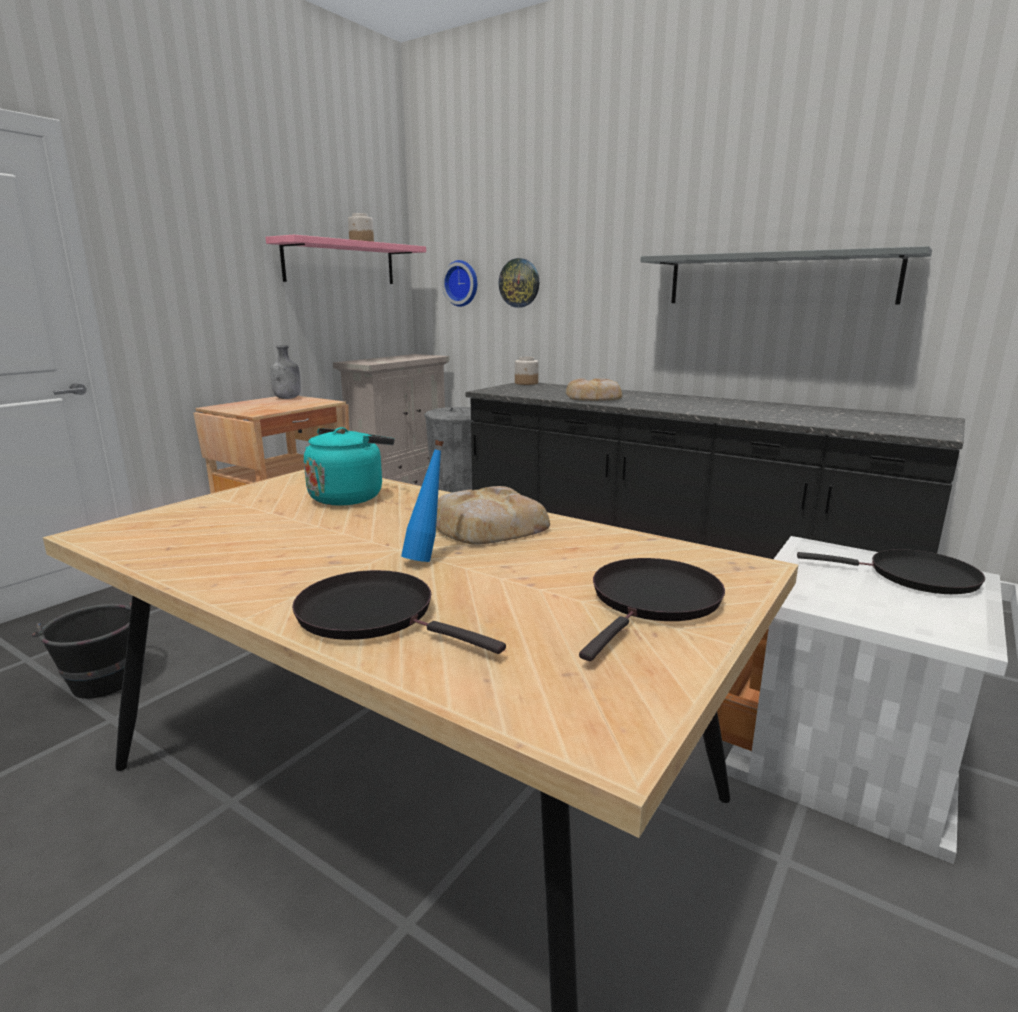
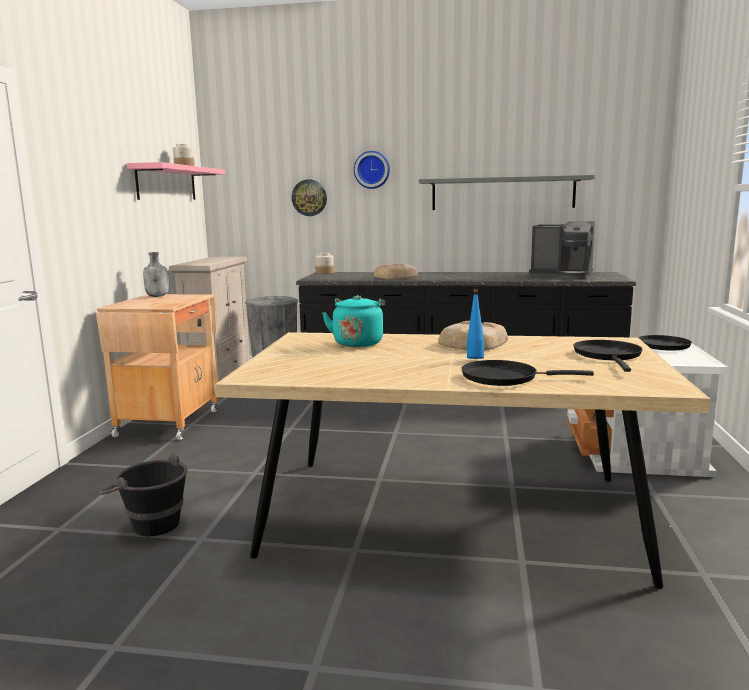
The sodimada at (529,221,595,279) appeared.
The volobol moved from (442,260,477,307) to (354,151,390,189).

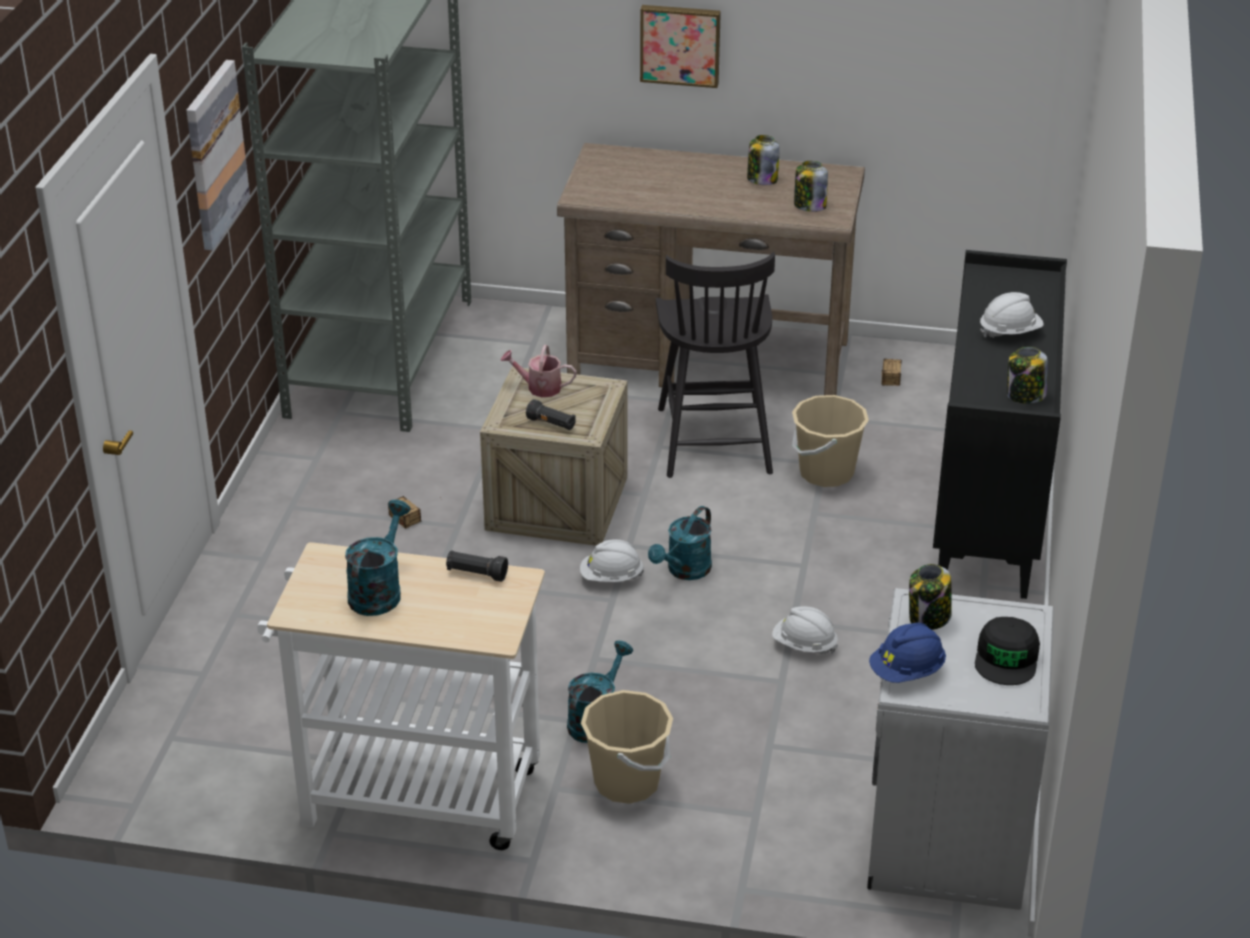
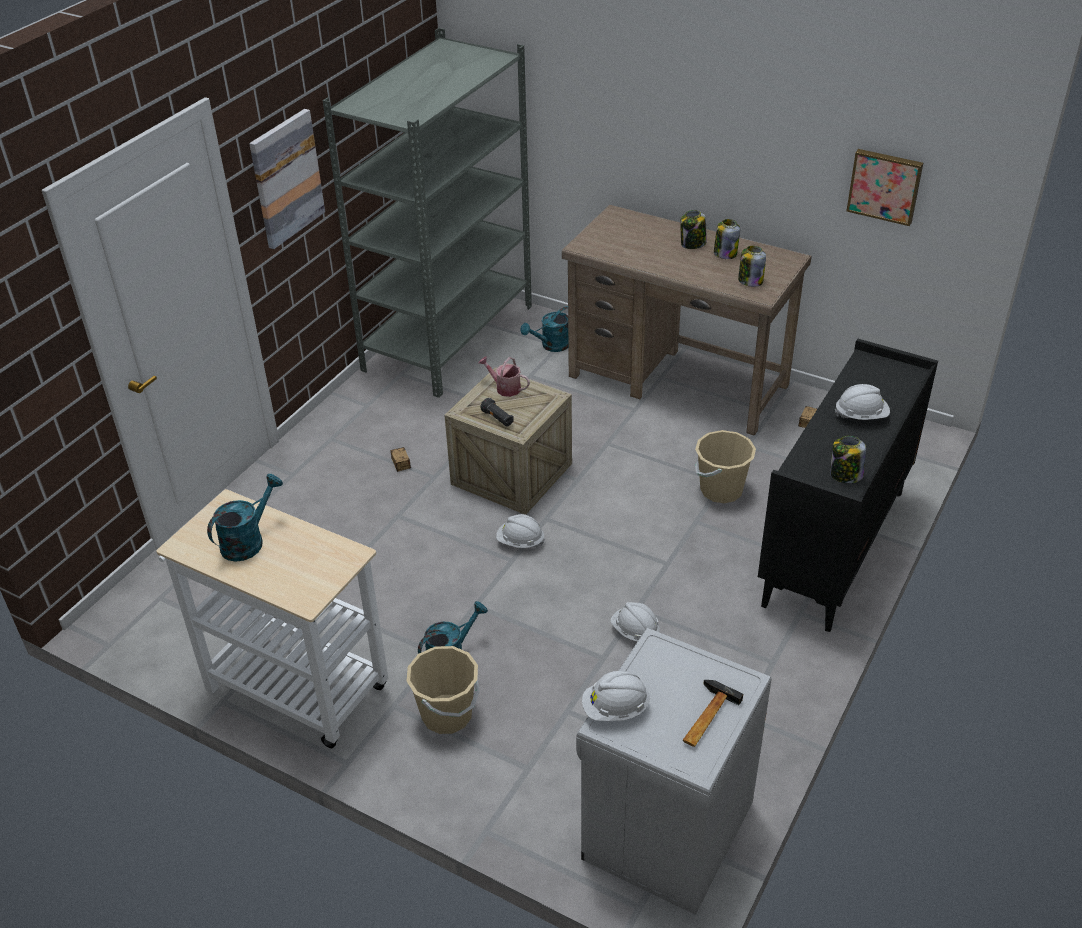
The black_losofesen at (446,550,508,582) disappeared.
The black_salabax at (656,252,775,478) disappeared.
The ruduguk moved from (640,5,721,88) to (847,149,923,226).
The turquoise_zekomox moved from (648,506,712,580) to (520,306,568,352).
The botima moved from (909,564,952,630) to (680,210,707,249).
The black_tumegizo at (975,617,1040,685) was replaced by the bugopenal at (682,680,743,747).
The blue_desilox at (869,623,946,683) became the white_desilox at (582,671,650,721).

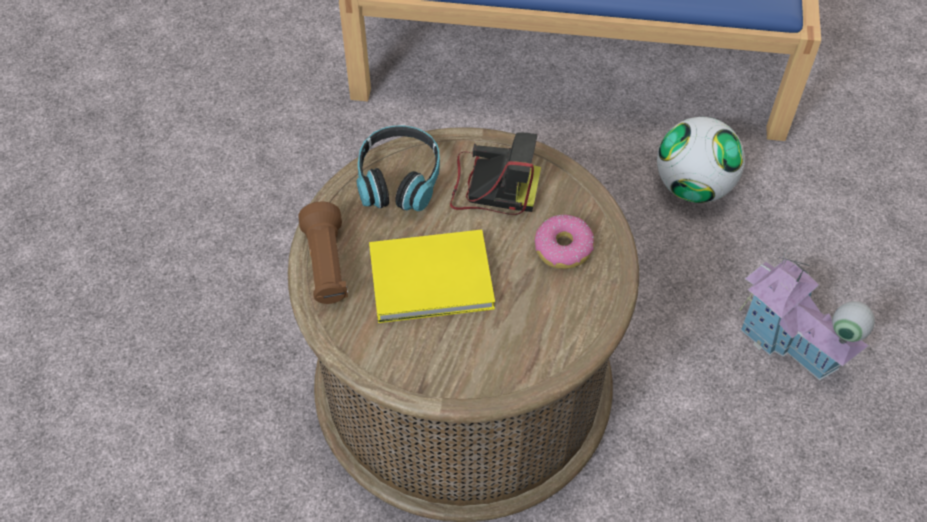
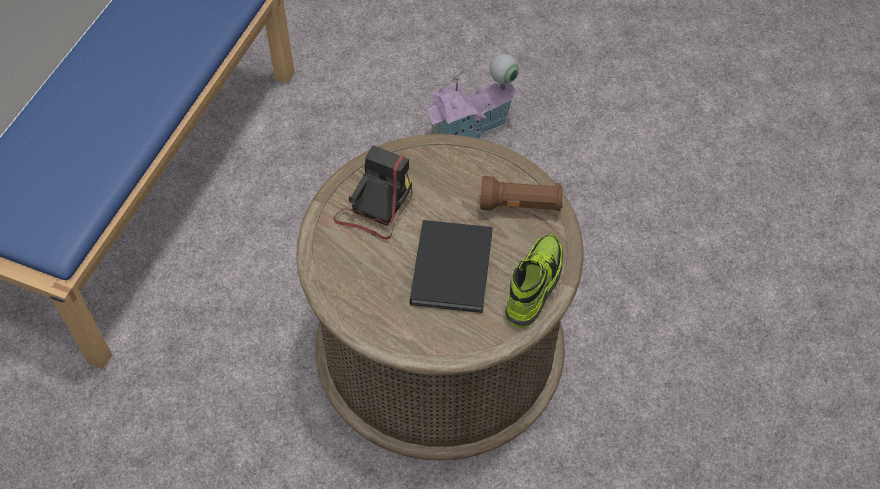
The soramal at (357,126,440,211) disappeared.
The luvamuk at (534,215,594,269) disappeared.
The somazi at (657,117,745,203) disappeared.
The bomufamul at (505,233,563,328) appeared.
The brown_losofesen moved from (298,201,348,304) to (480,176,563,211).
The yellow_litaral at (369,230,495,323) became the black_litaral at (410,220,493,313).

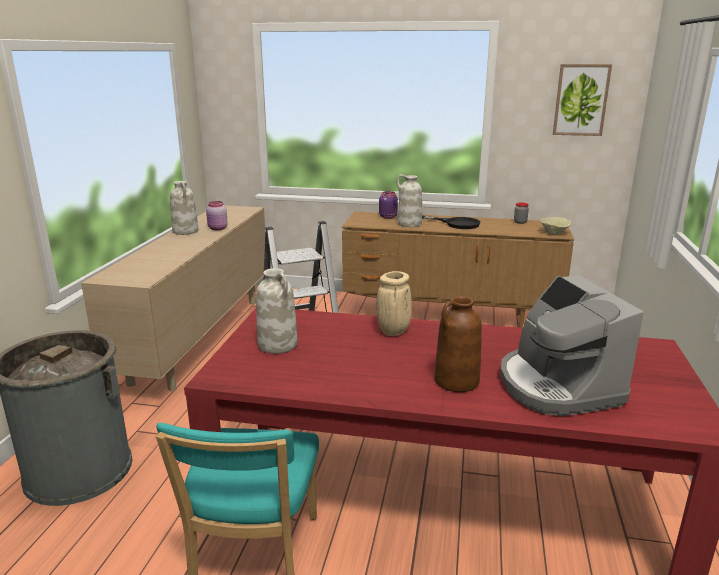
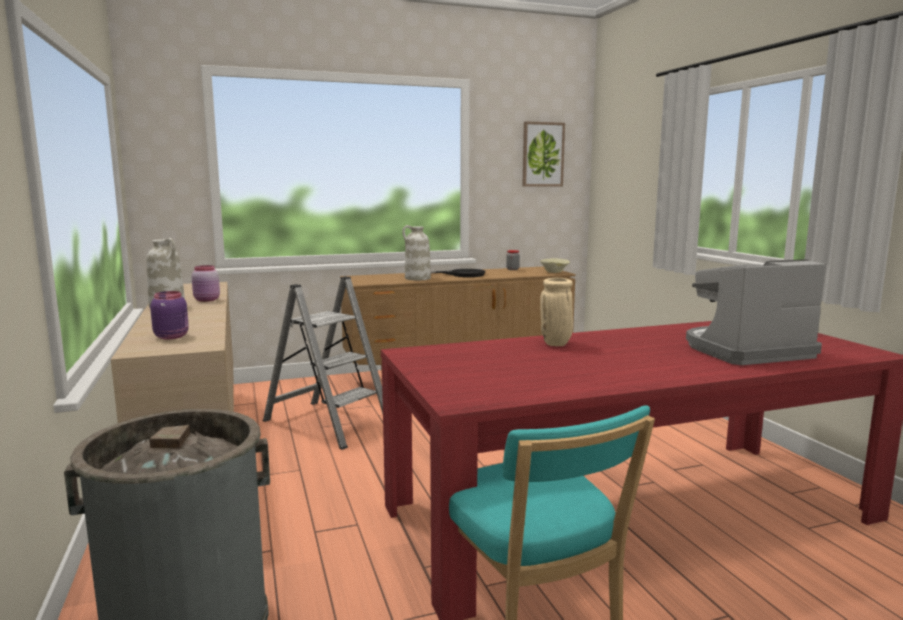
The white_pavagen at (256,268,298,354) disappeared.
The brown_pavagen at (435,296,482,392) disappeared.
The purple_botima moved from (379,191,398,219) to (150,291,189,340).
The sodimada at (500,276,644,416) turned 120 degrees clockwise.

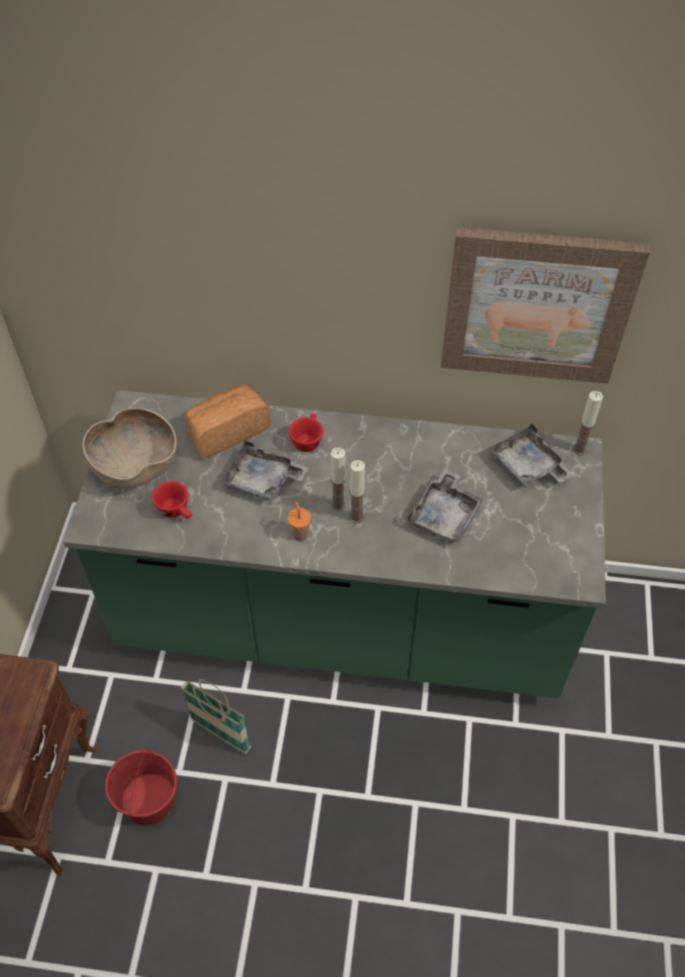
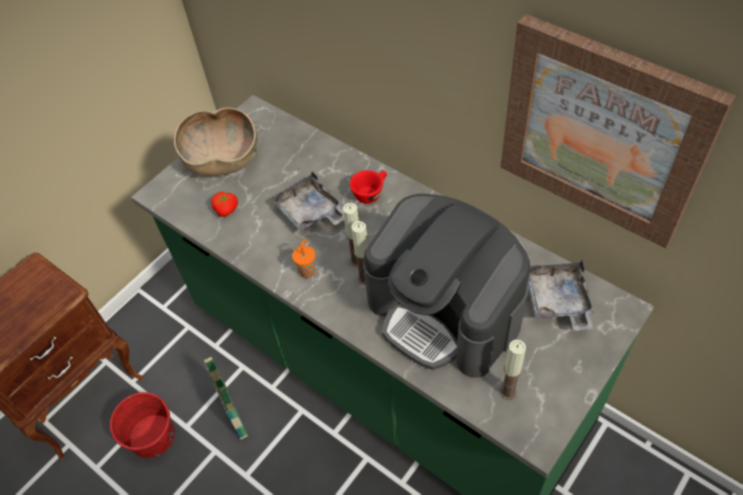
The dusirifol at (184,385,271,458) disappeared.
The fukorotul moved from (573,391,603,455) to (500,339,526,400).
The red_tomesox at (152,481,192,519) was replaced by the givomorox at (211,192,238,217).
The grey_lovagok at (407,469,484,543) was replaced by the sodimada at (363,194,530,378).

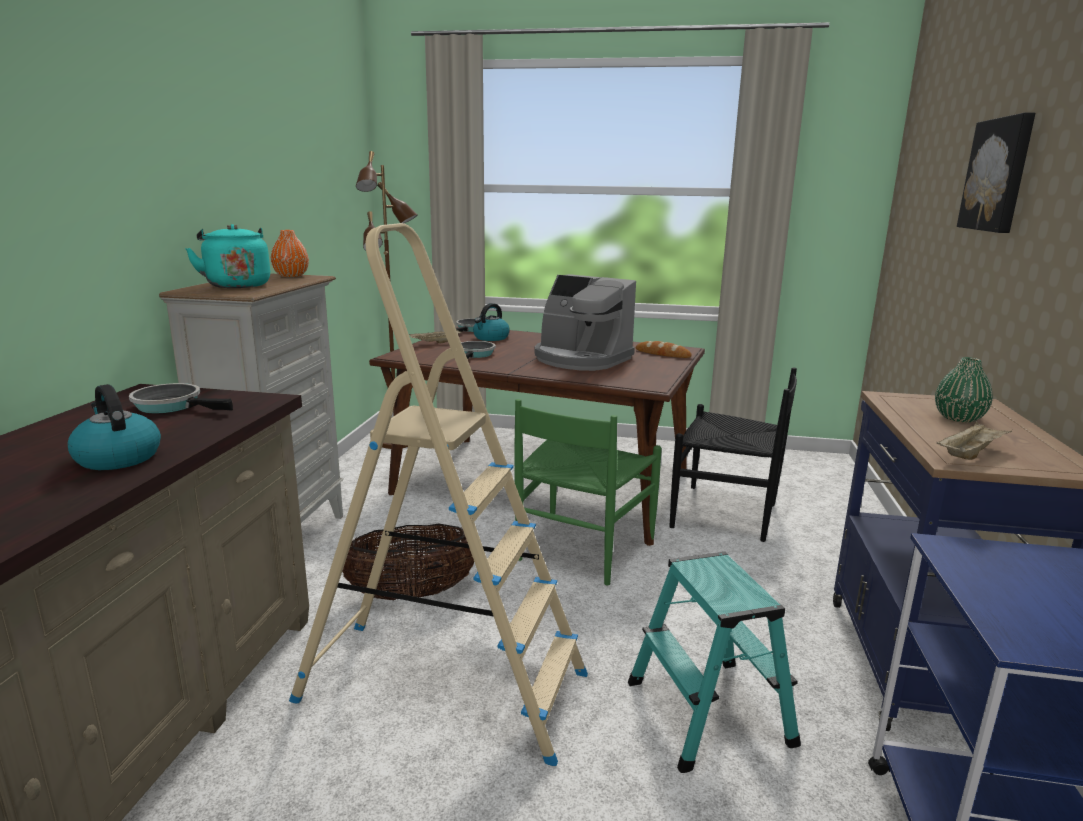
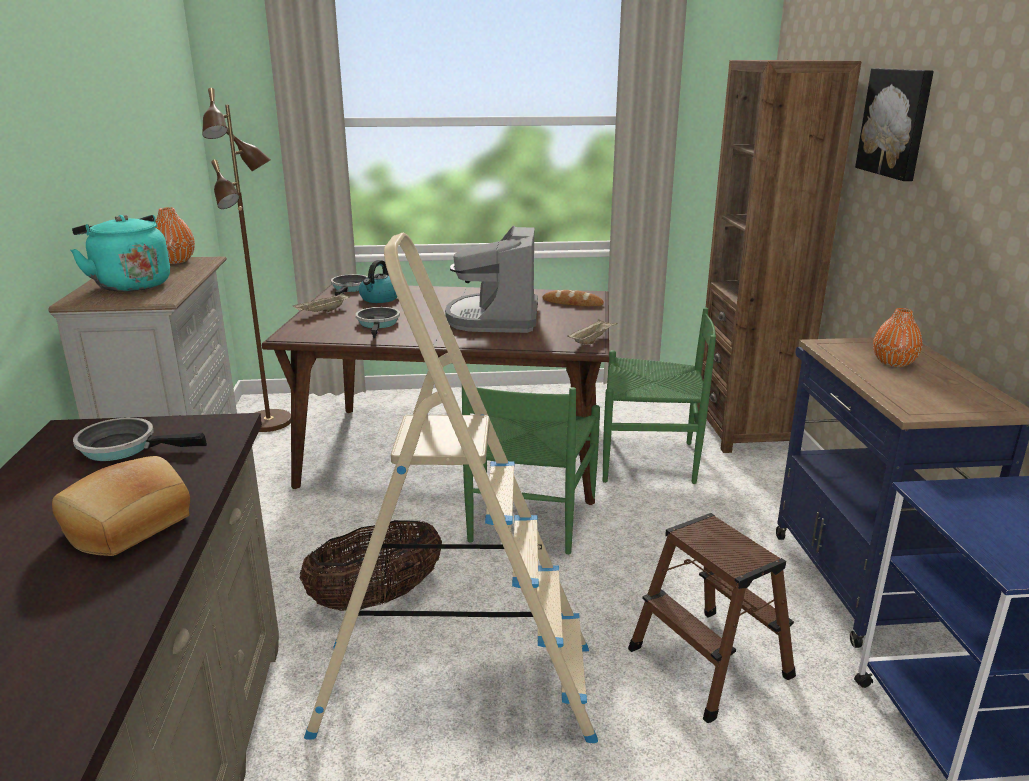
The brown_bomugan at (697,60,861,453) appeared.
The beige_lovagok moved from (936,421,1012,460) to (567,319,617,345).
The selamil at (68,384,161,470) was replaced by the dusirifol at (52,456,190,556).
The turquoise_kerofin at (628,551,801,773) became the brown_kerofin at (628,513,796,723).
The black_salabax at (669,368,797,542) became the green_salabax at (603,308,716,484).
The green_pavagen at (935,357,993,423) became the orange_pavagen at (873,308,922,367).
The sodimada at (535,274,636,371) turned 75 degrees clockwise.

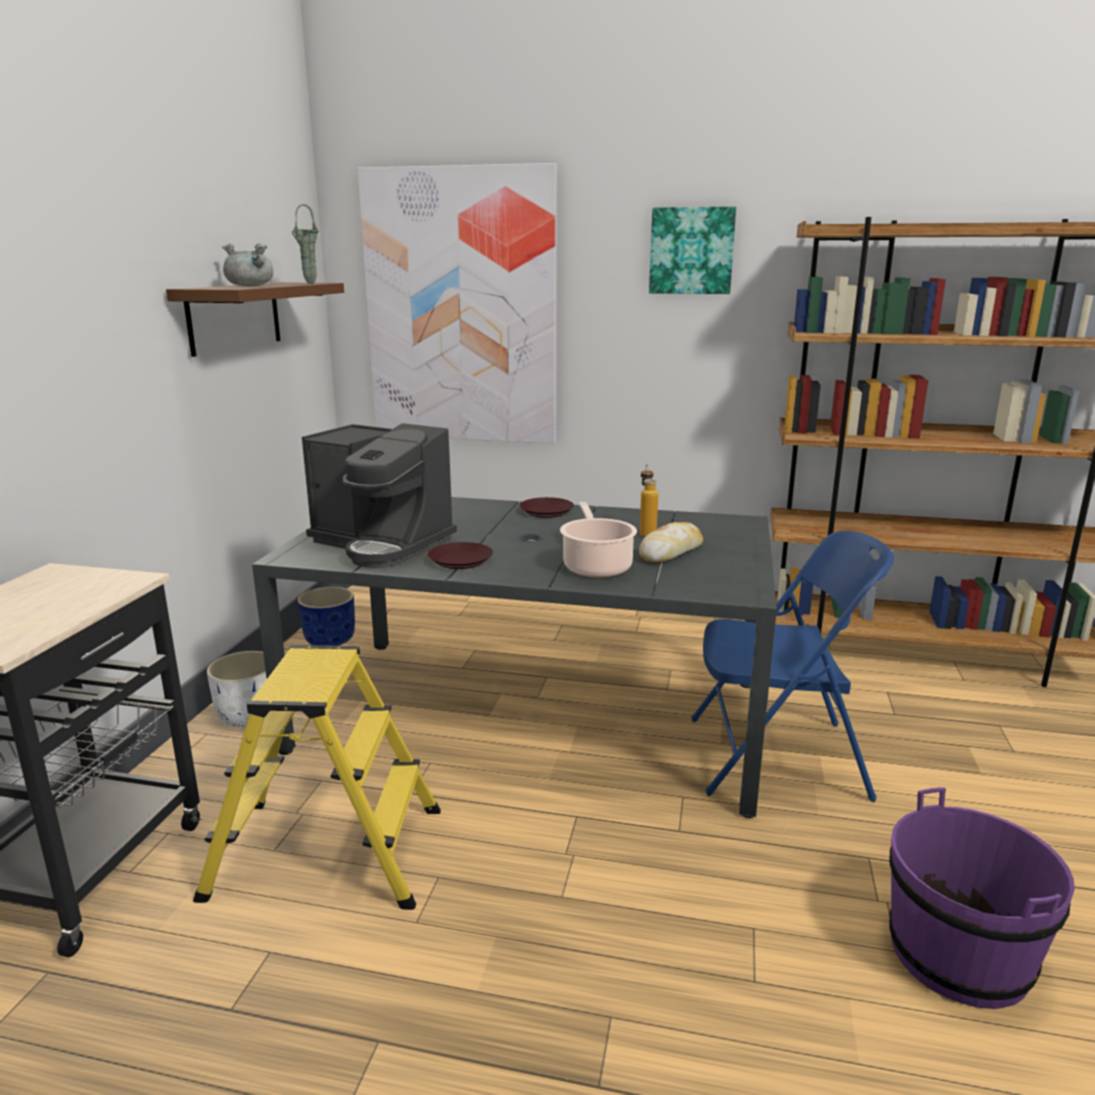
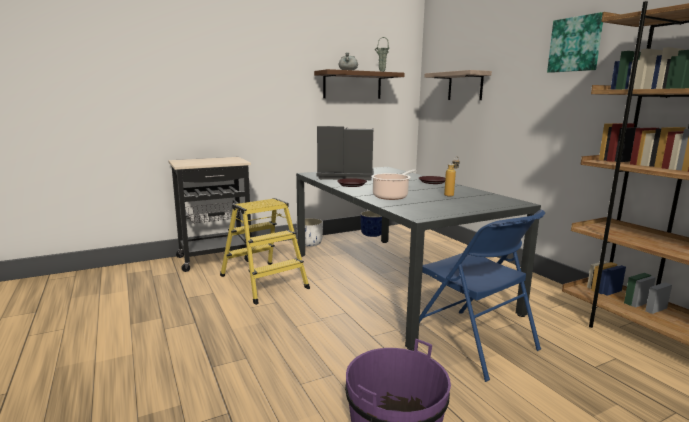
The dusirifol at (639,522,703,562) disappeared.
The ruduguk at (357,163,557,444) was replaced by the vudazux at (425,70,492,100).
The sodimada at (302,423,457,568) turned 105 degrees clockwise.

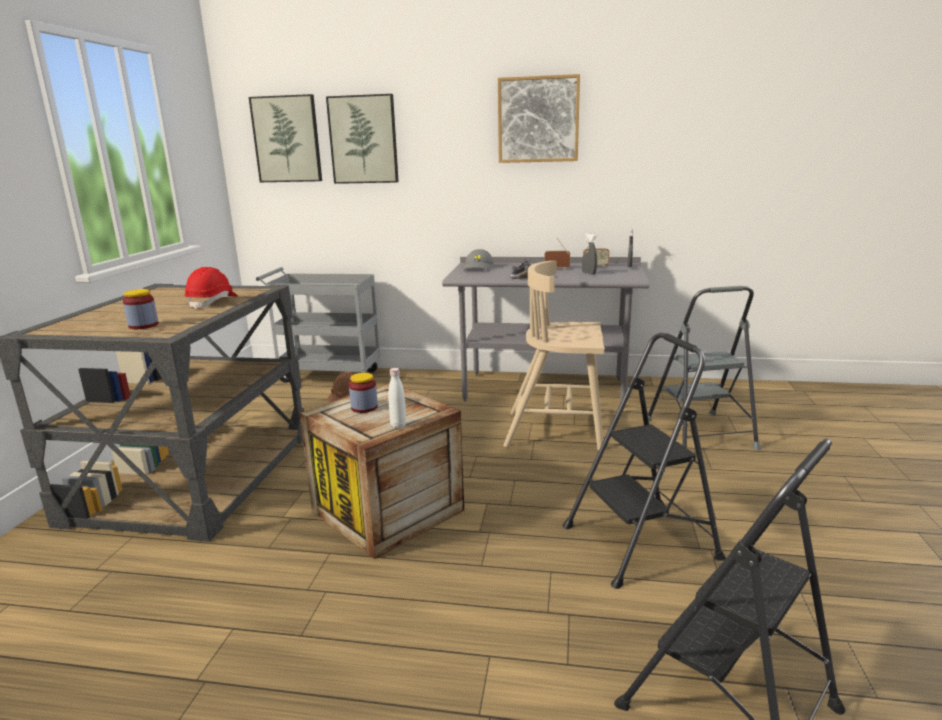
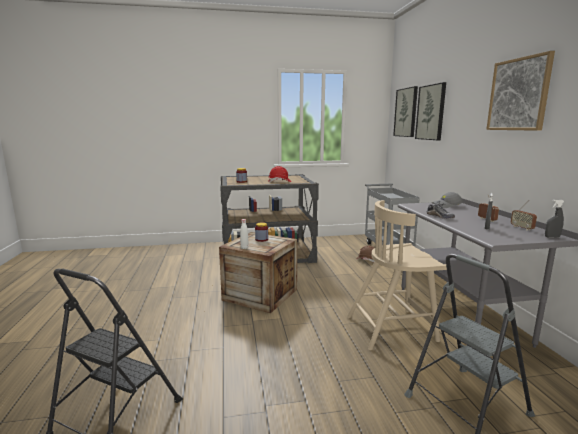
The black_kerofin at (562,333,726,589) disappeared.
The beige_salabax at (503,261,605,451) turned 90 degrees counterclockwise.

